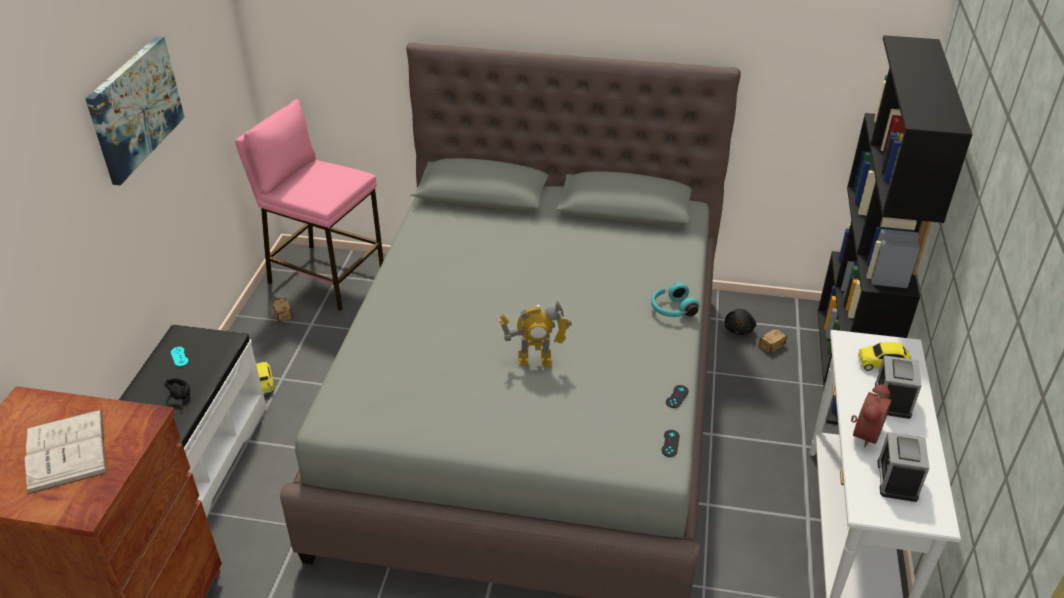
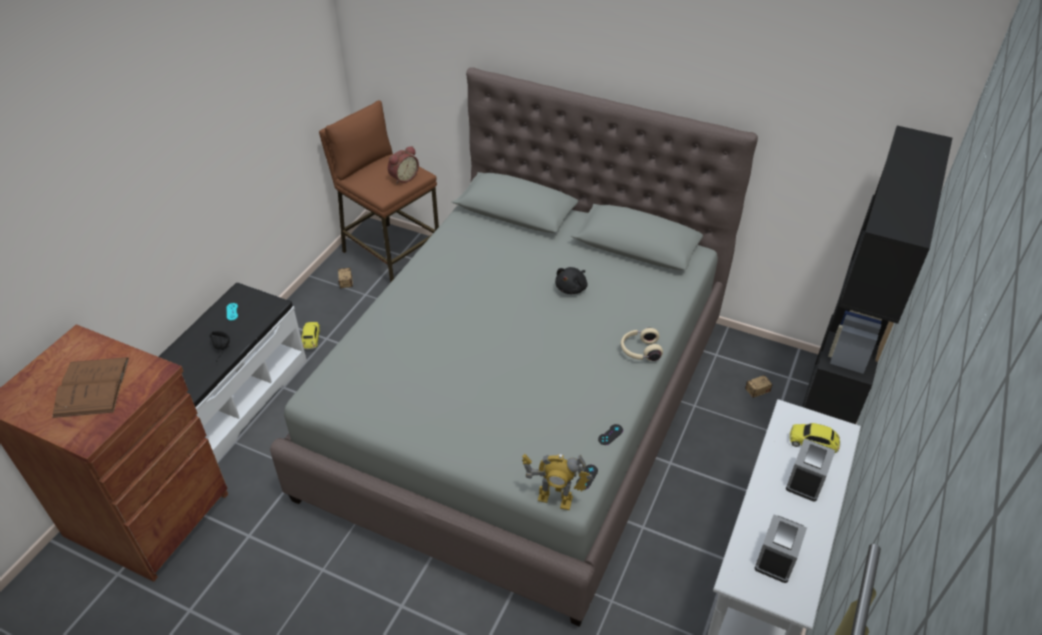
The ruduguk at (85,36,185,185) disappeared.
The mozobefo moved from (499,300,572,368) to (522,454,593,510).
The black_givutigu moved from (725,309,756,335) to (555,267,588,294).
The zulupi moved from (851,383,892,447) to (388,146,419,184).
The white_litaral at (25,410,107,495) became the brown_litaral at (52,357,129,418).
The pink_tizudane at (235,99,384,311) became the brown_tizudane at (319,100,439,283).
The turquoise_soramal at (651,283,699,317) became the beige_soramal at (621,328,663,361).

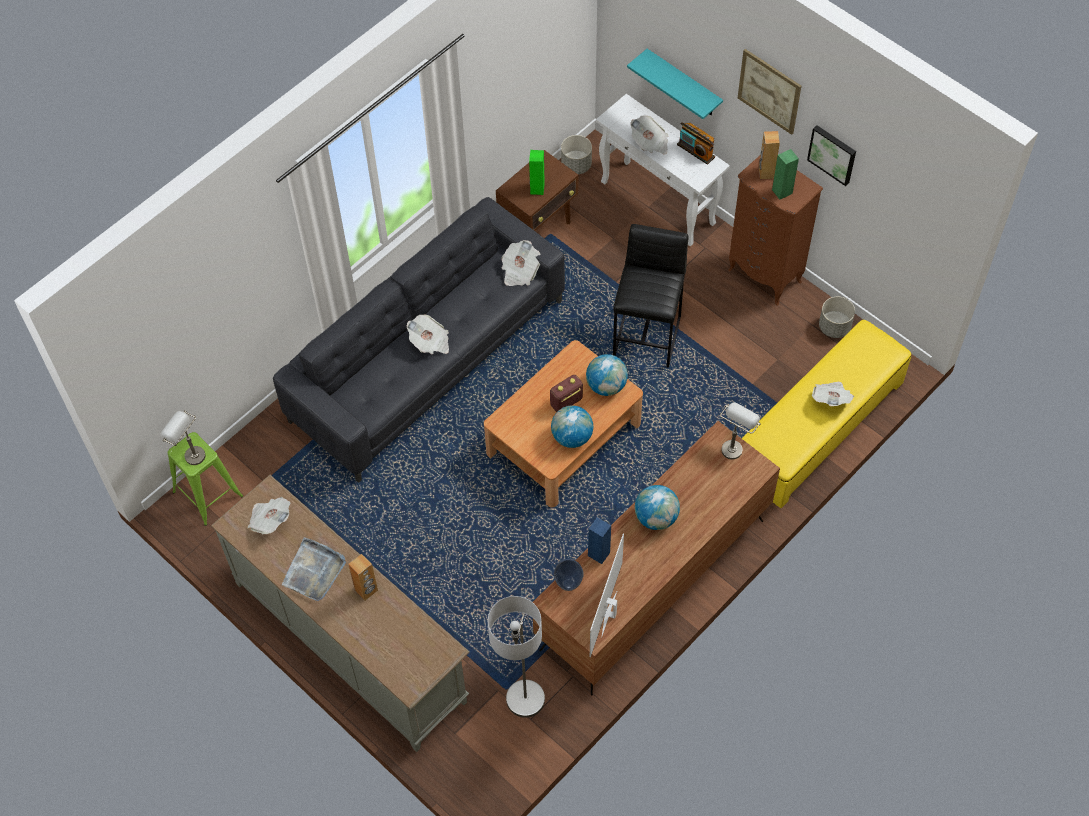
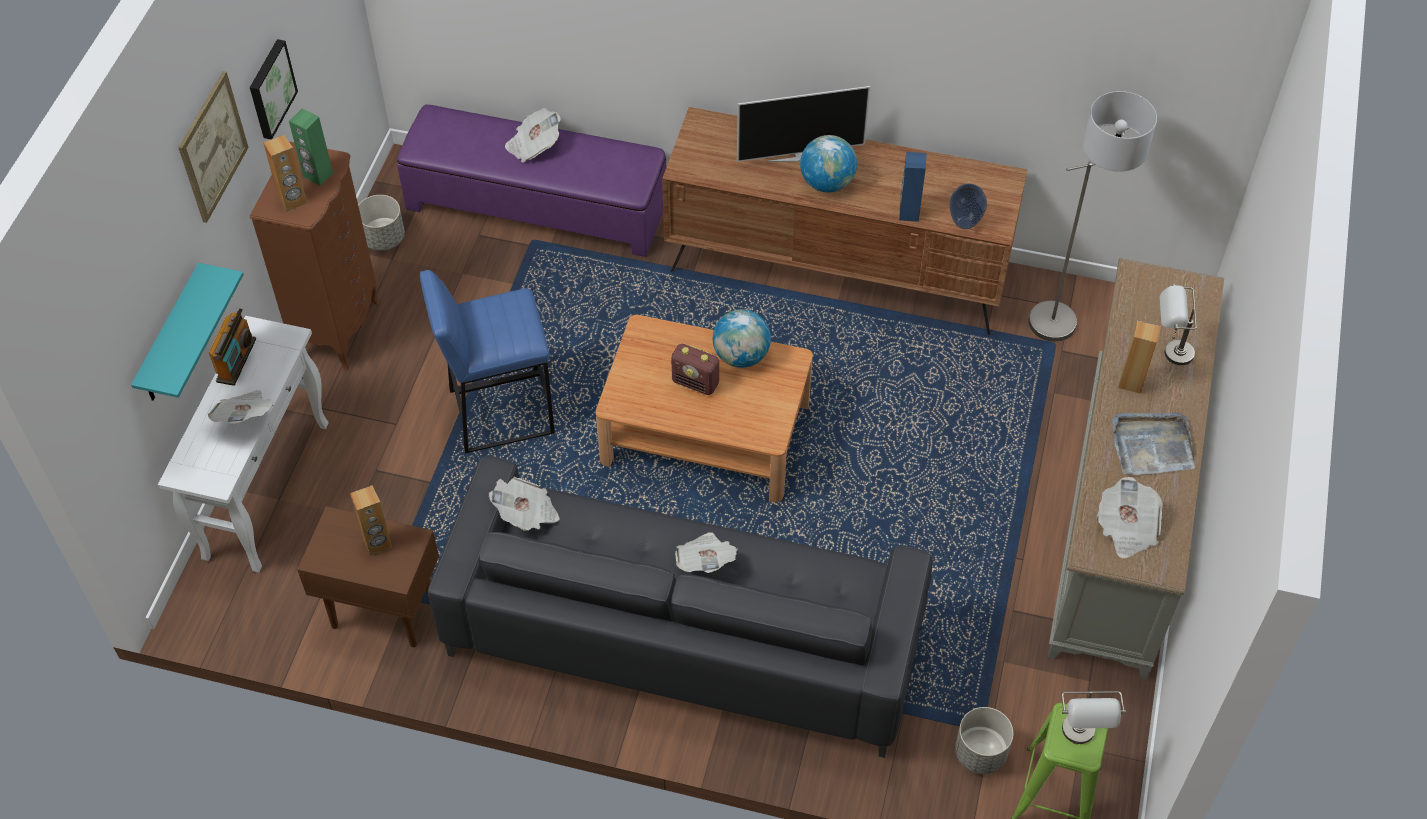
The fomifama at (586,354,628,396) disappeared.
The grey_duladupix moved from (561,135,592,174) to (955,707,1013,774).
The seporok moved from (590,534,624,657) to (737,86,870,162).
The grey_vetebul moved from (720,402,761,460) to (1160,284,1197,365).
The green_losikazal at (529,150,545,195) became the brown_losikazal at (350,485,392,556).
The black_tizudane at (613,224,689,368) became the blue_tizudane at (420,270,555,453).
The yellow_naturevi at (742,320,911,508) became the purple_naturevi at (397,105,666,257).

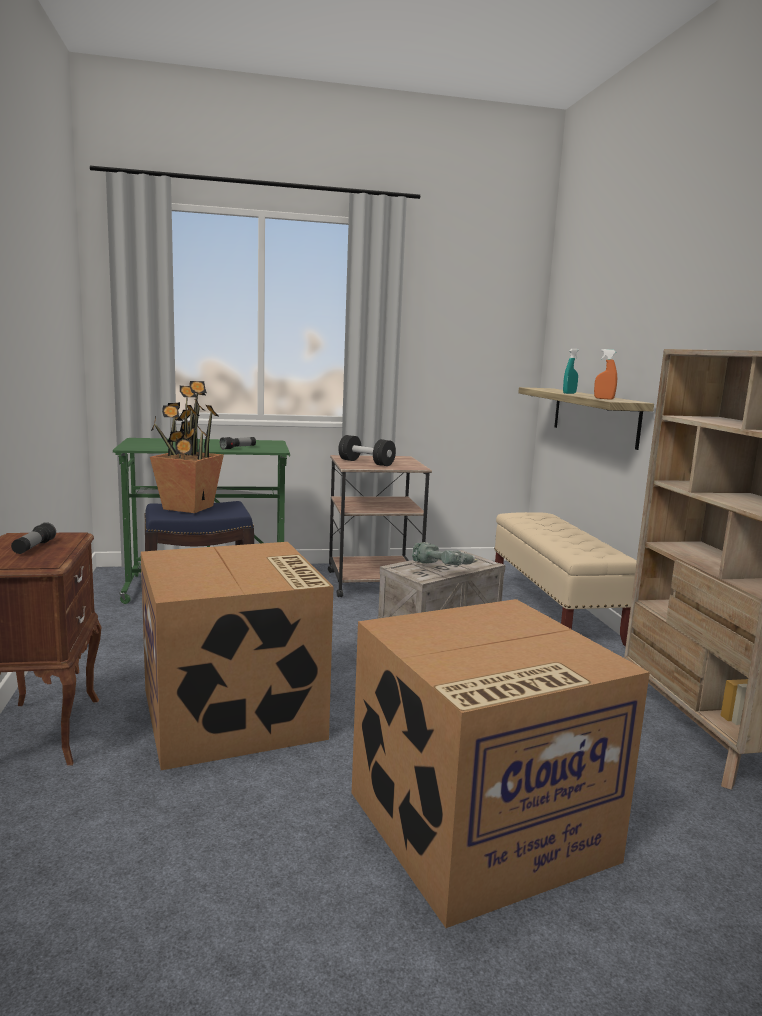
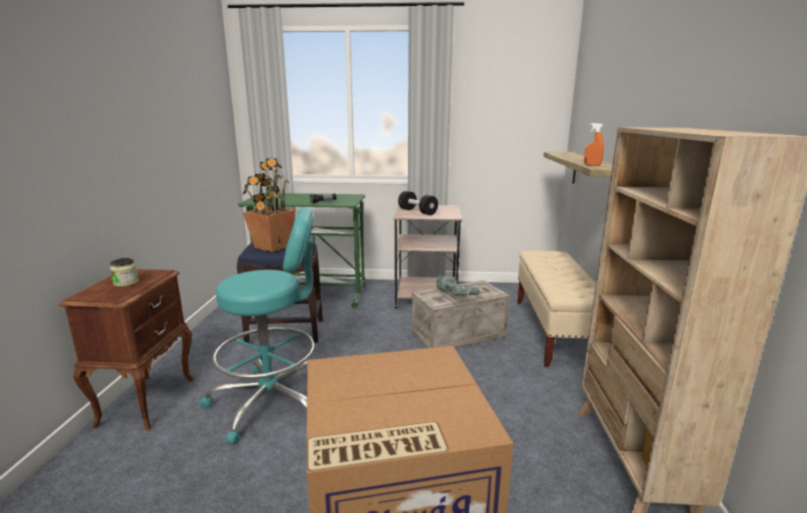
The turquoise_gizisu at (563,349,579,394) disappeared.
The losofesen at (11,522,56,554) was replaced by the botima at (110,258,139,287).
The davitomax at (141,542,334,770) was replaced by the turquoise_tizudane at (199,207,315,445).

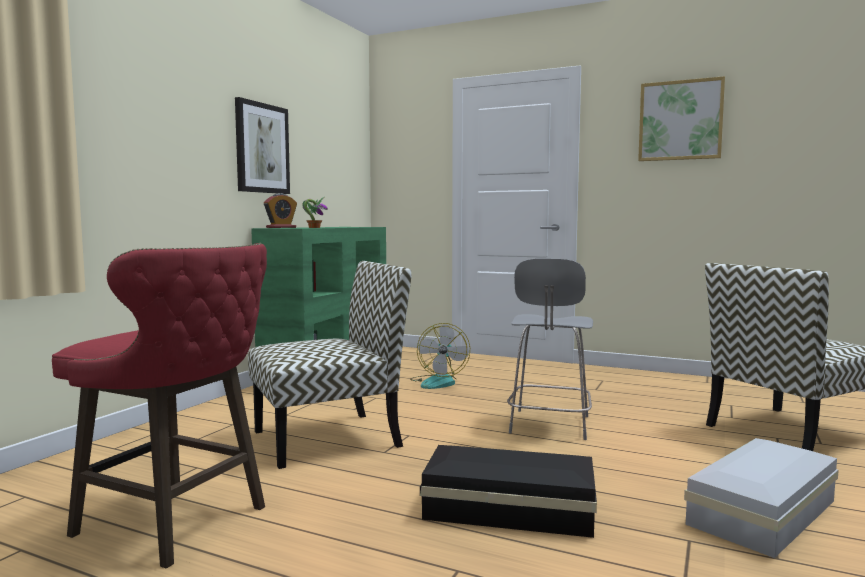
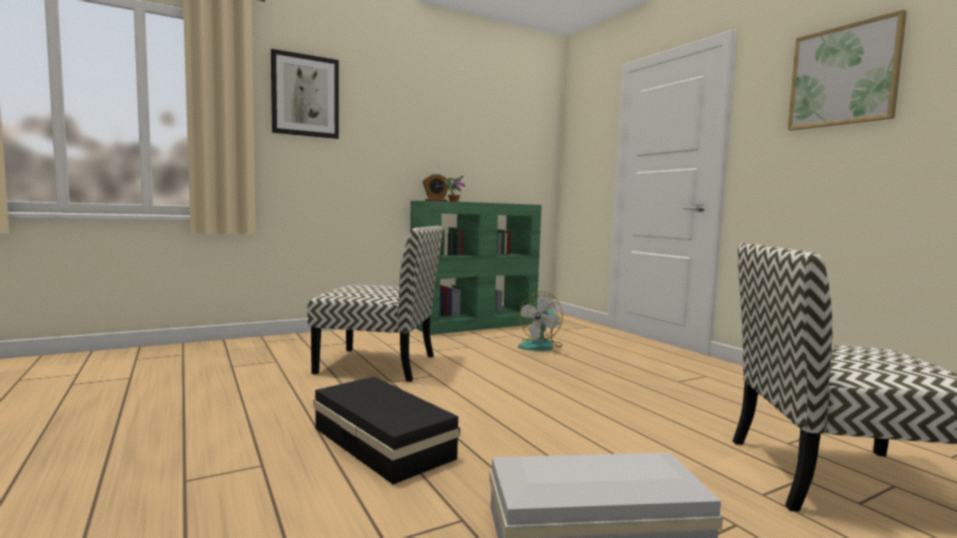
The red_tizudane at (52,243,267,569) disappeared.
The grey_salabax at (507,258,593,440) disappeared.
The ruduguk moved from (235,97,290,194) to (271,49,339,139).

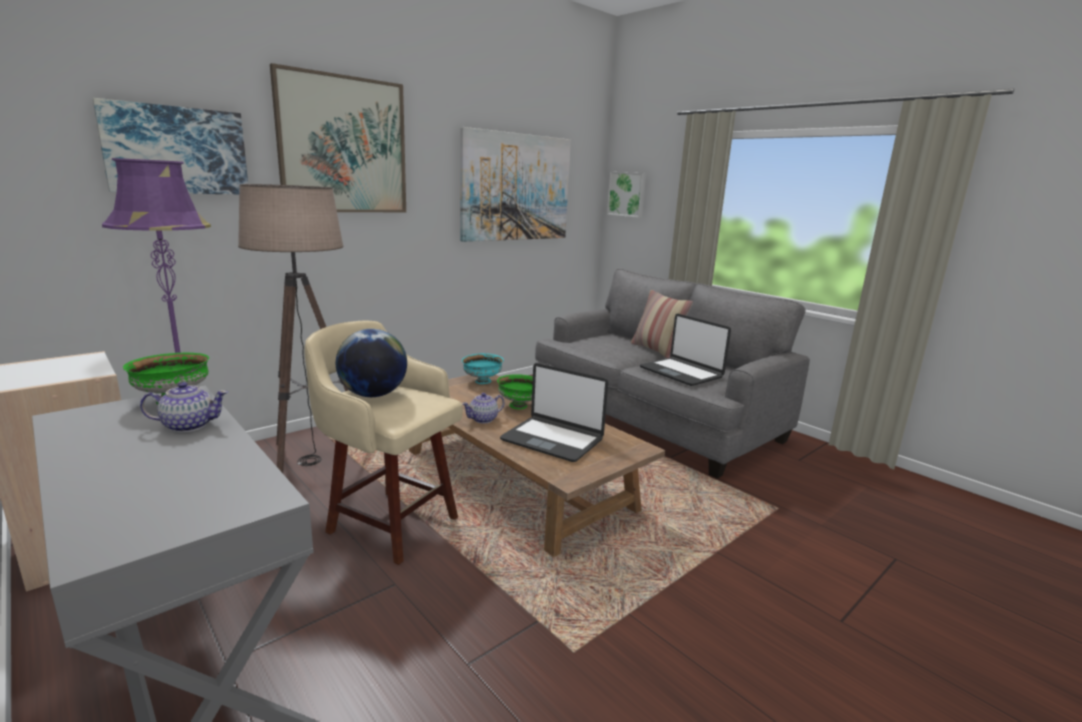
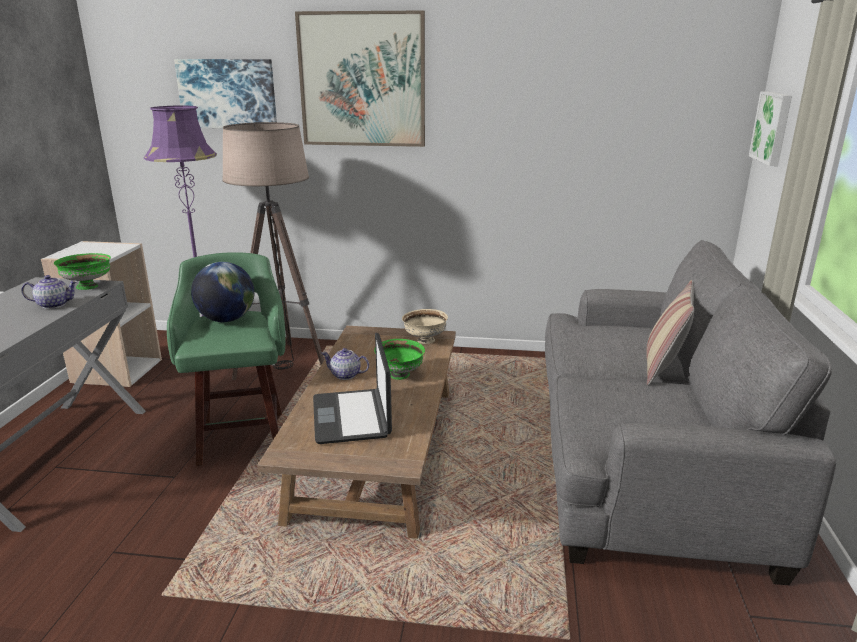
The ruduguk at (460,127,571,242) disappeared.
The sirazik at (640,314,731,386) disappeared.
The beige_tizudane at (304,321,463,565) became the green_tizudane at (167,252,286,466).
The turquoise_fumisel at (462,353,504,384) became the beige_fumisel at (402,309,448,344).
The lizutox at (140,382,228,432) turned 45 degrees counterclockwise.

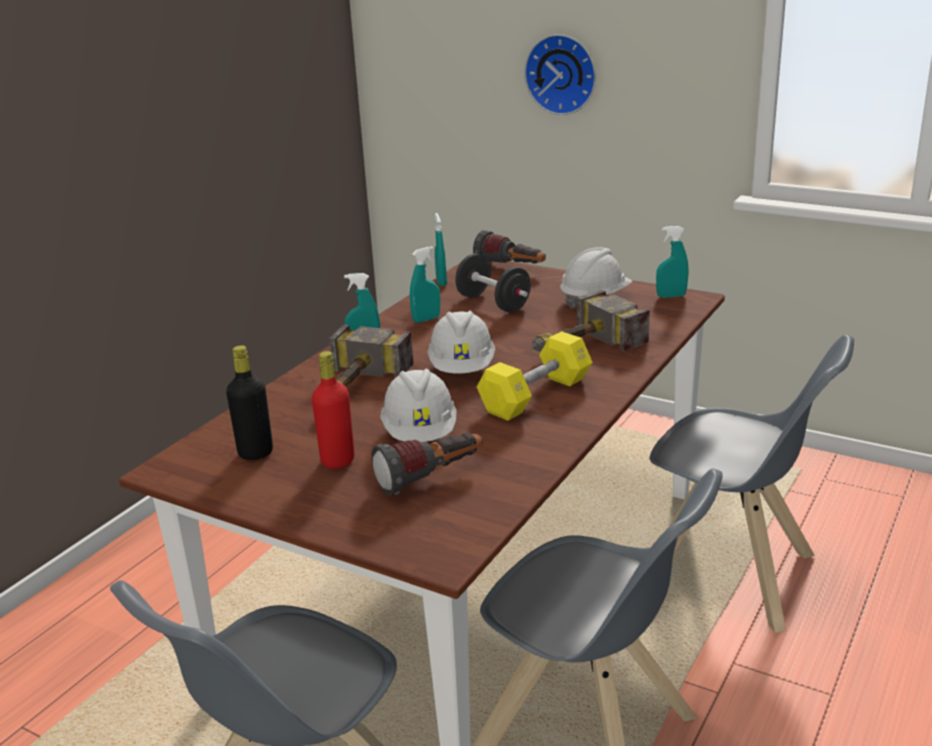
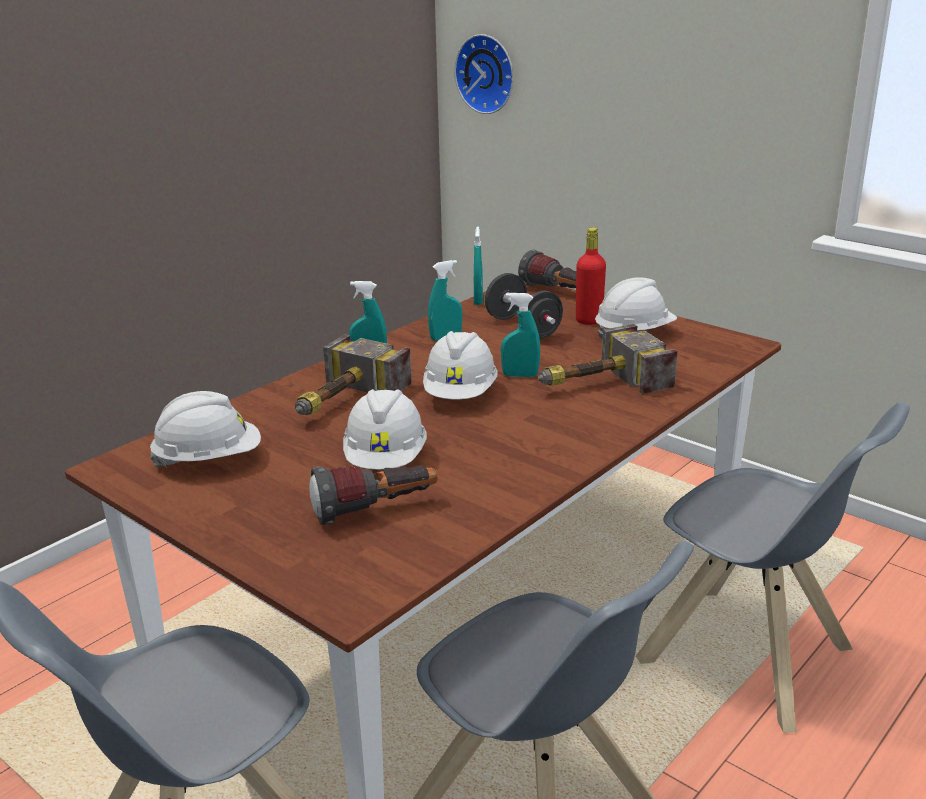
The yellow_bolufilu at (477,331,593,421) disappeared.
The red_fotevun moved from (312,351,354,469) to (576,227,606,325).
The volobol moved from (524,34,596,115) to (454,34,514,114).
The turquoise_gizisu moved from (656,226,688,298) to (501,293,540,377).
The black_fotevun at (226,345,273,460) was replaced by the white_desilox at (150,391,261,468).

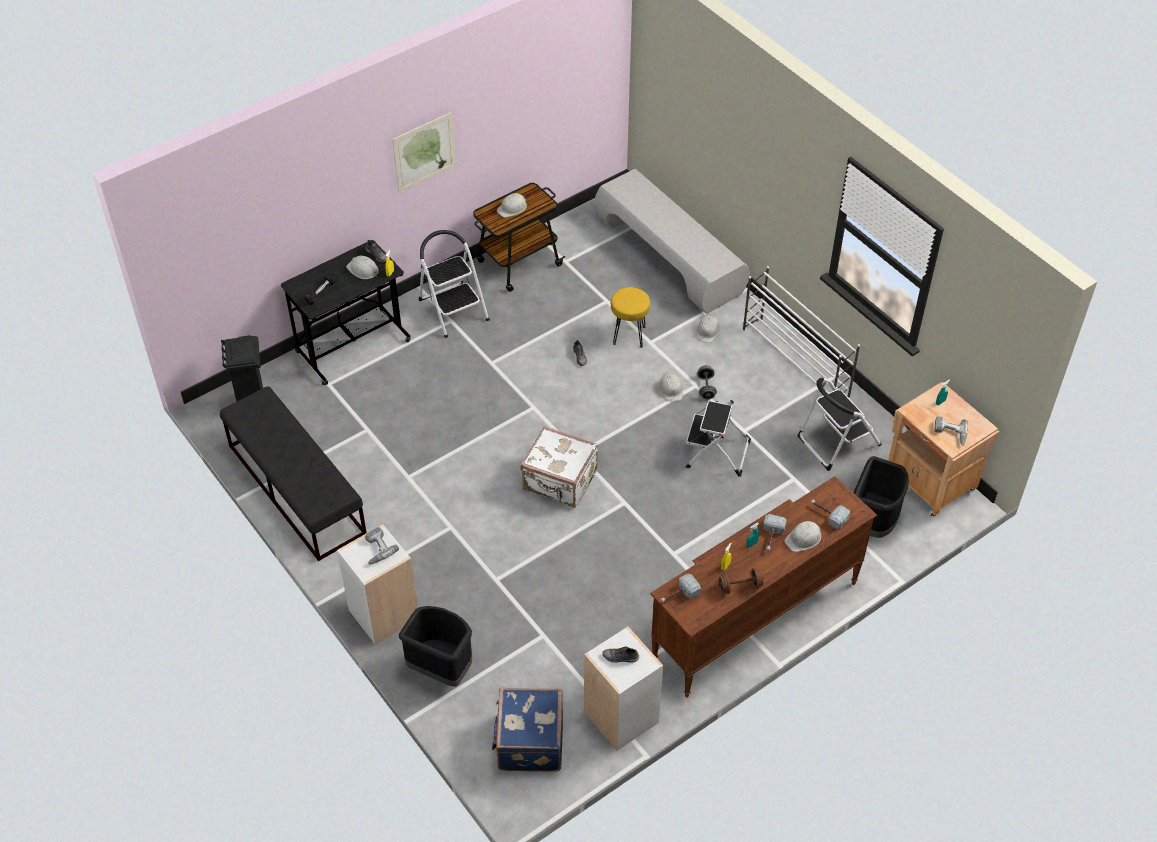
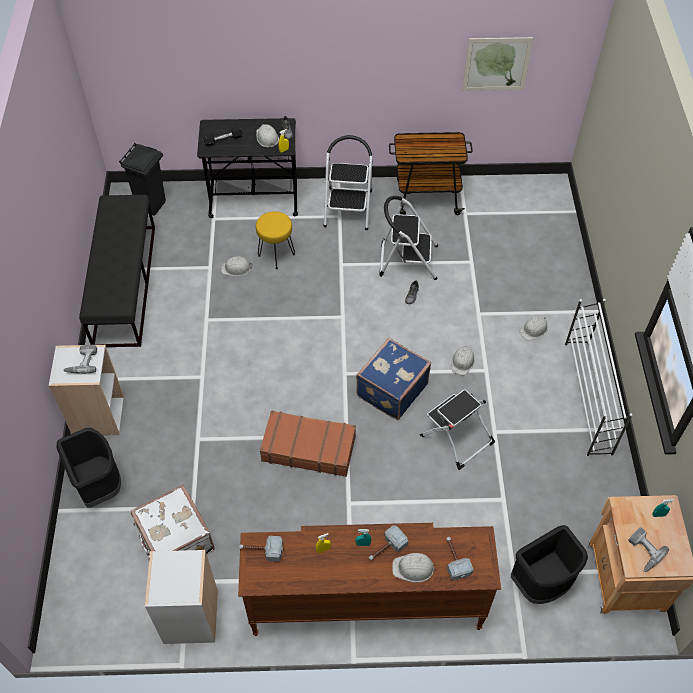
The grey_naturevi at (594,169,750,314) disappeared.
The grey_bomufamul at (602,646,639,663) disappeared.
The grey_bolufilu at (697,365,717,400) disappeared.
The brown_bolufilu at (719,568,763,594) disappeared.
The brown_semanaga at (260,410,356,477) appeared.
The ruduguk moved from (393,112,456,193) to (462,37,534,91).
The blue_semanaga moved from (492,688,563,772) to (356,338,431,420).
The white_desilox moved from (497,193,527,217) to (221,256,252,276).
The white_semanaga moved from (521,426,598,508) to (131,484,215,560).
The yellow_tizudane moved from (611,287,650,348) to (256,211,295,269).
The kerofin moved from (798,377,882,471) to (379,196,438,280).

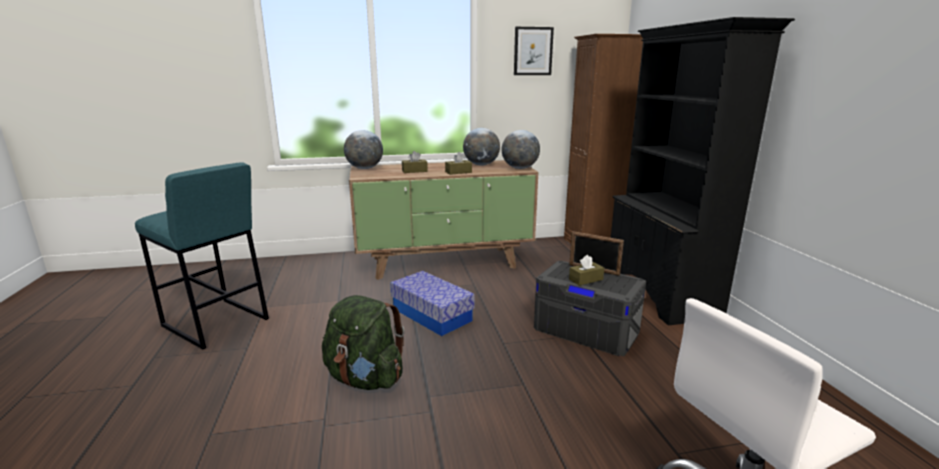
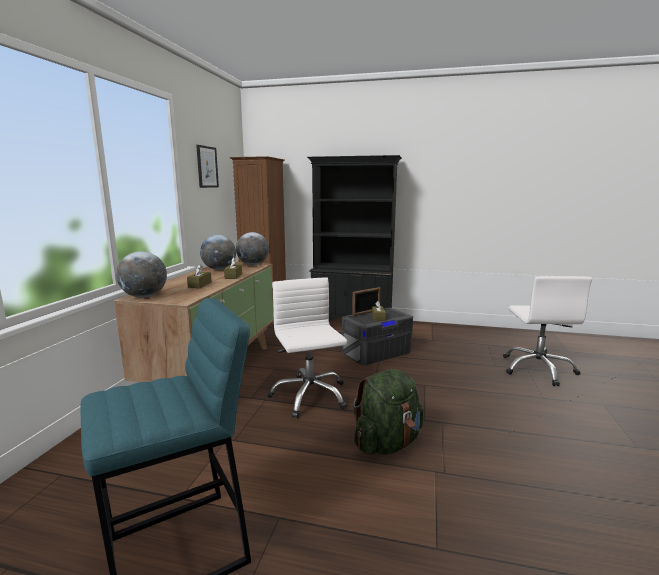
The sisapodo at (390,271,474,336) was replaced by the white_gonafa at (267,277,347,418).

